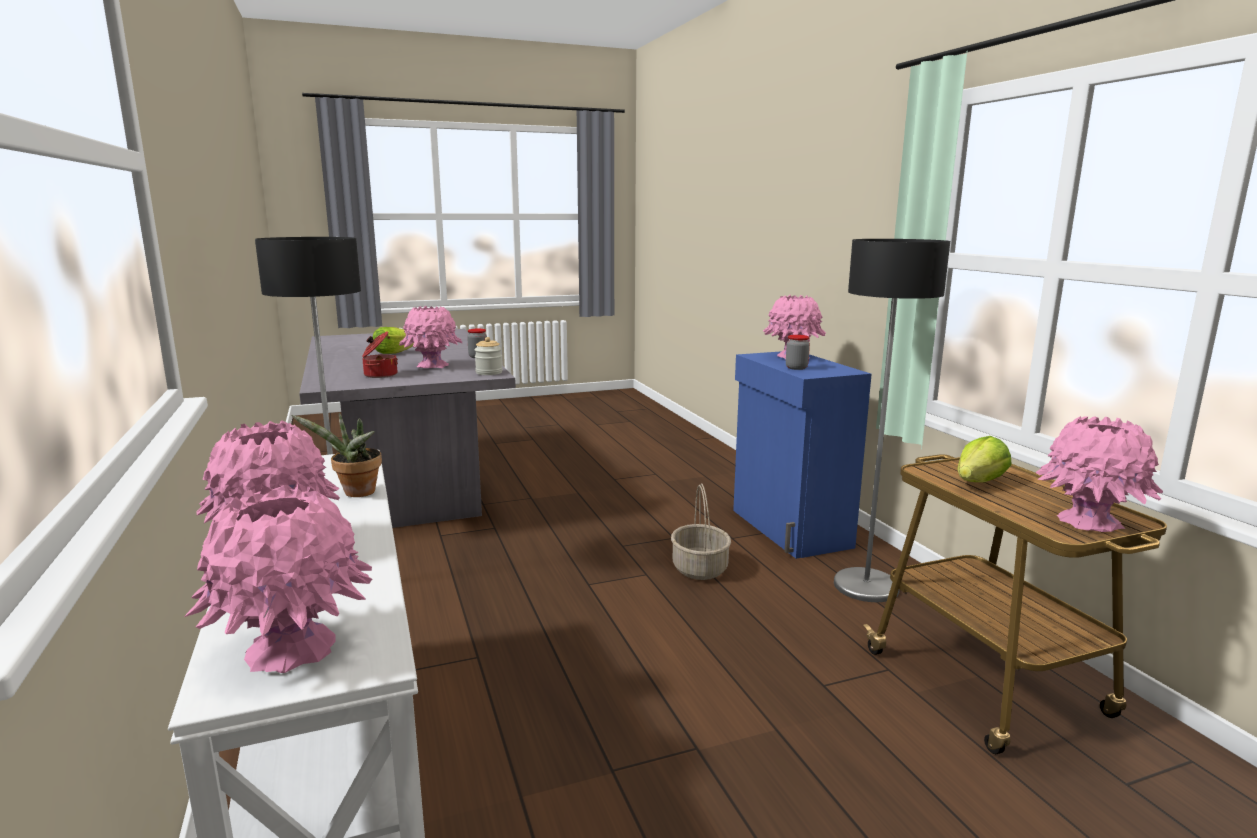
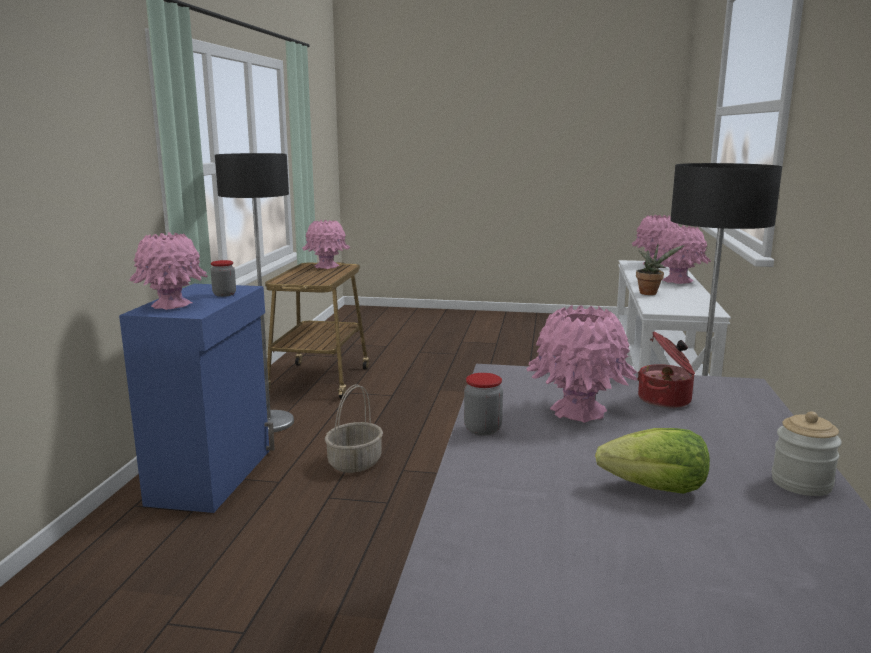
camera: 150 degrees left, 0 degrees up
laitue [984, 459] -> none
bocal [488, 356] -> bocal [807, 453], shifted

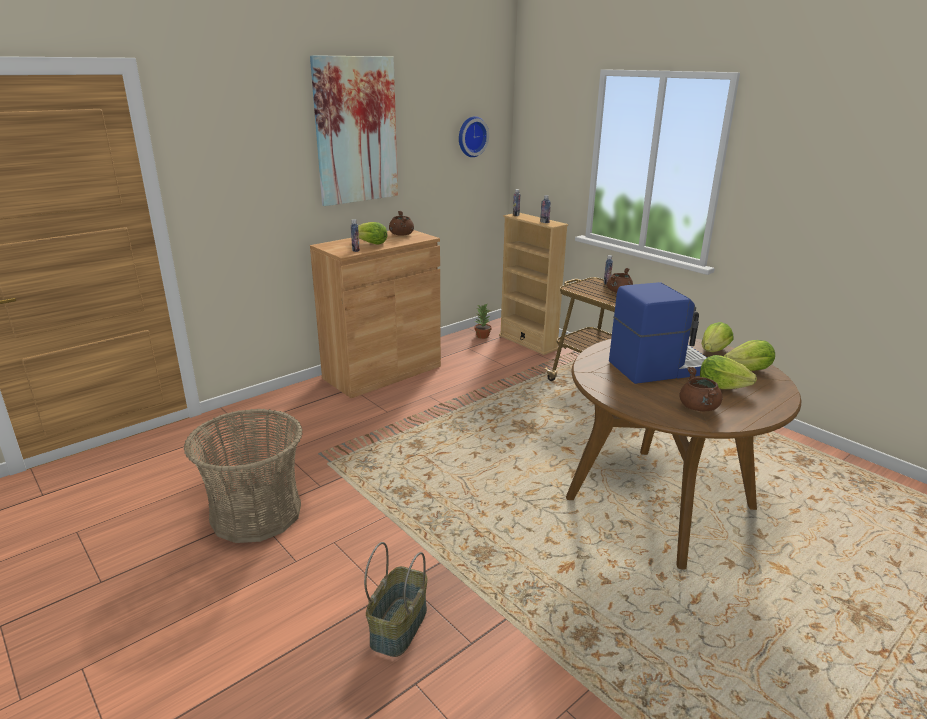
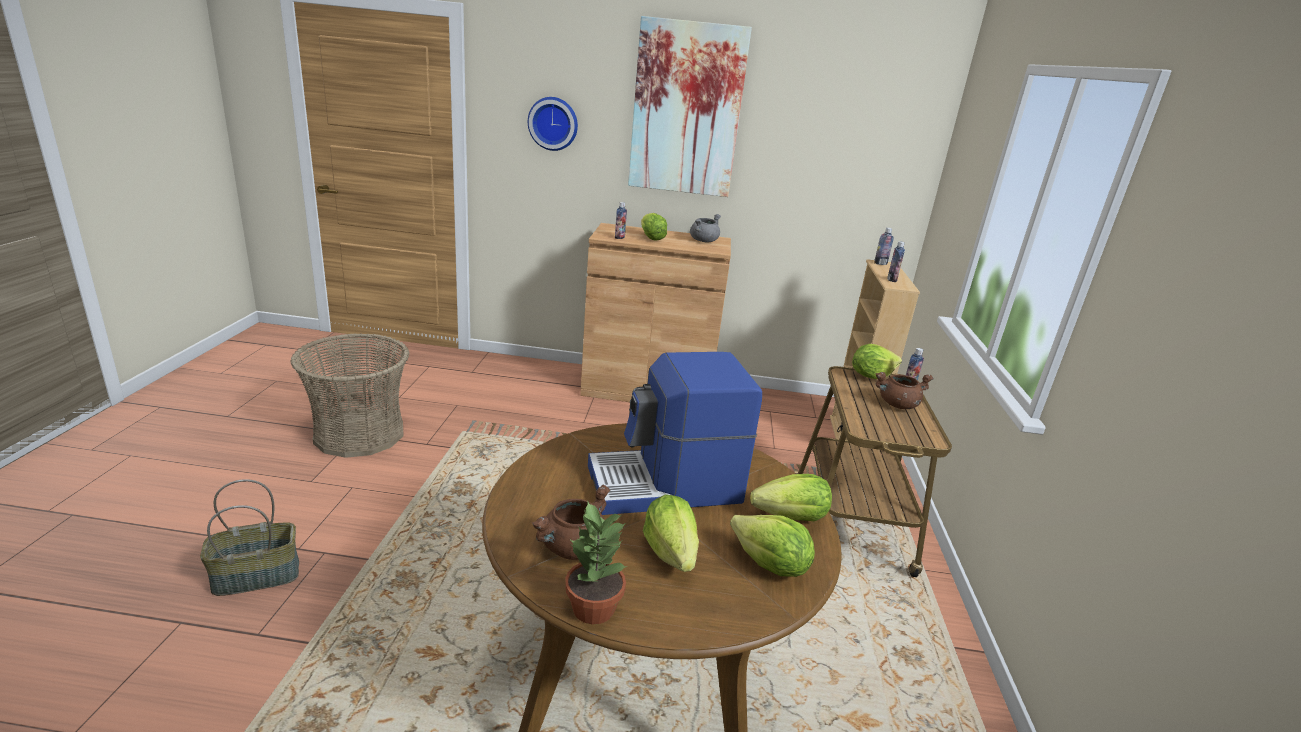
camera: 45 degrees right, 0 degrees up
none -> laitue [877, 361]
horloge murale [474, 136] -> horloge murale [553, 124], shifted
plante en pot [483, 321] -> plante en pot [596, 562], shifted
marmite (marron) [401, 223] -> marmite (gris) [705, 228]
machine à café [658, 333] -> machine à café [675, 433], 135 degrees clockwise

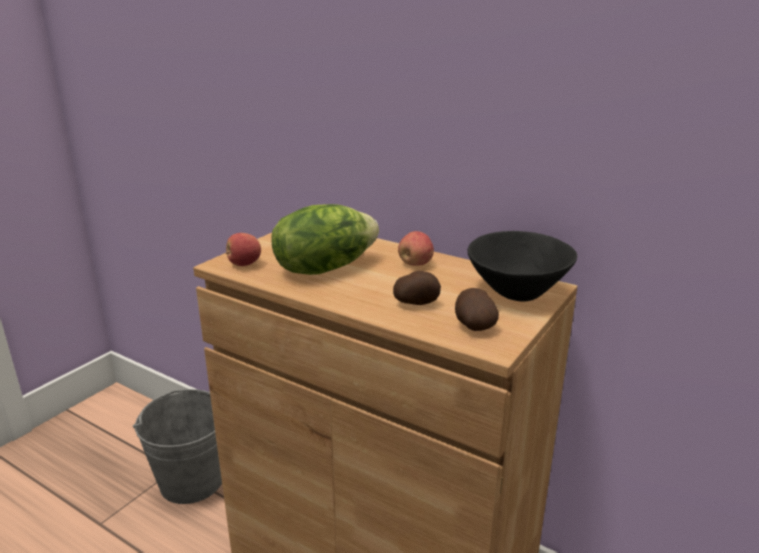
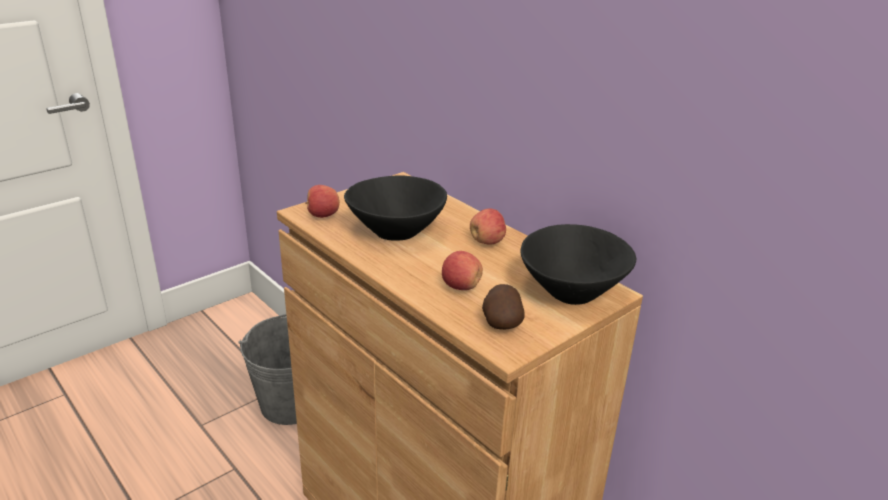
camera: 15 degrees right, 5 degrees up
laitue [325, 239] -> bol (noir) [395, 208]
pomme de terre [417, 288] -> pomme [462, 270]

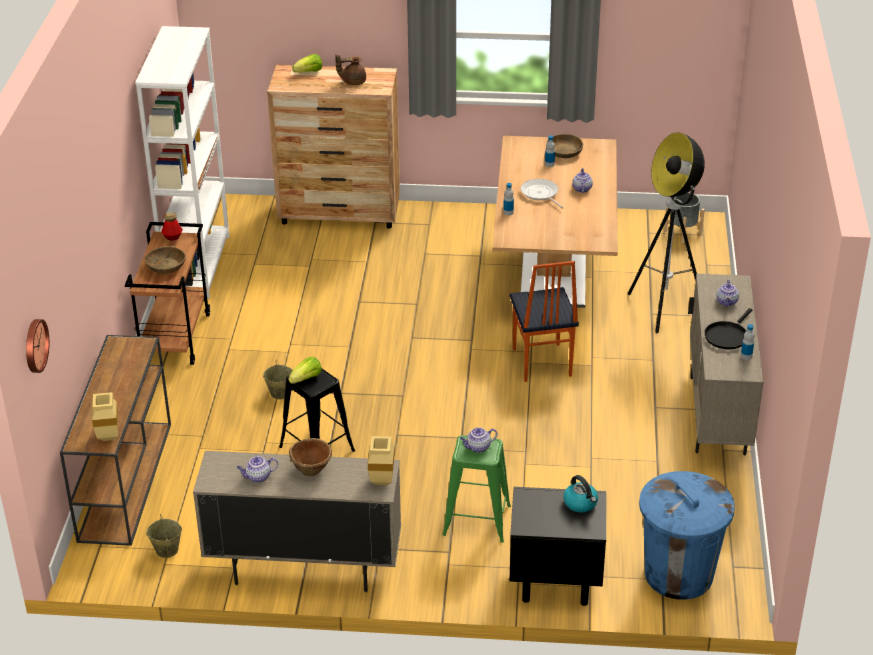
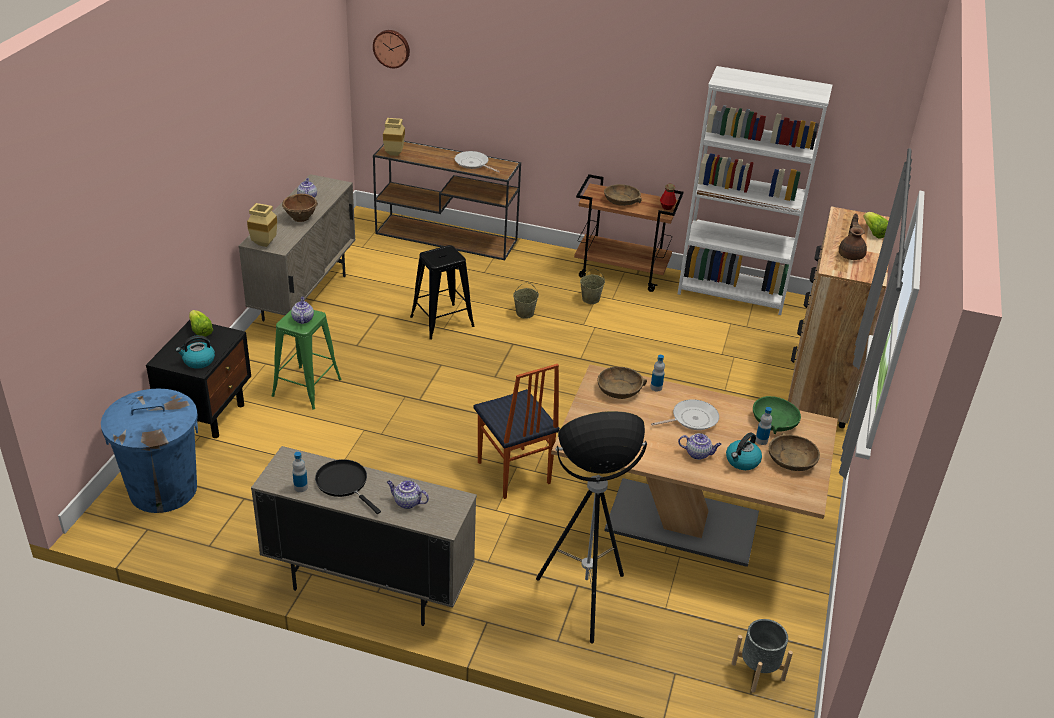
camera: 100 degrees right, 0 degrees up
none -> poêle [477, 162]
none -> bol (marron) [622, 383]
none -> bouilloire [744, 451]
none -> bol (vert) [777, 415]
seau (beige) [164, 536] -> seau (beige) [592, 286], shifted
laitue [305, 370] -> laitue [201, 323], shifted
chaise [544, 321] -> chaise [517, 431], 120 degrees counterclockwise

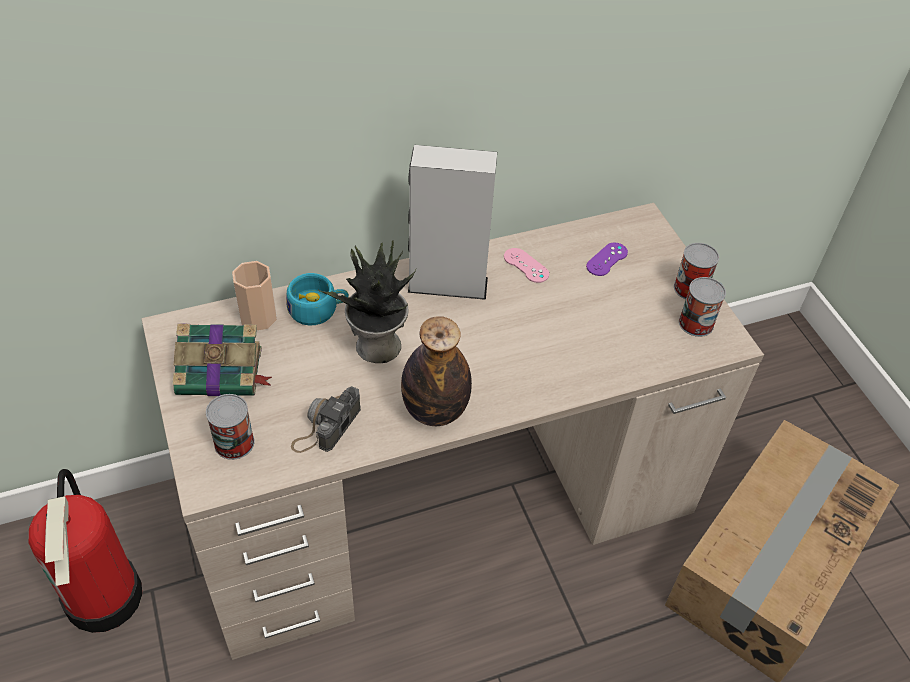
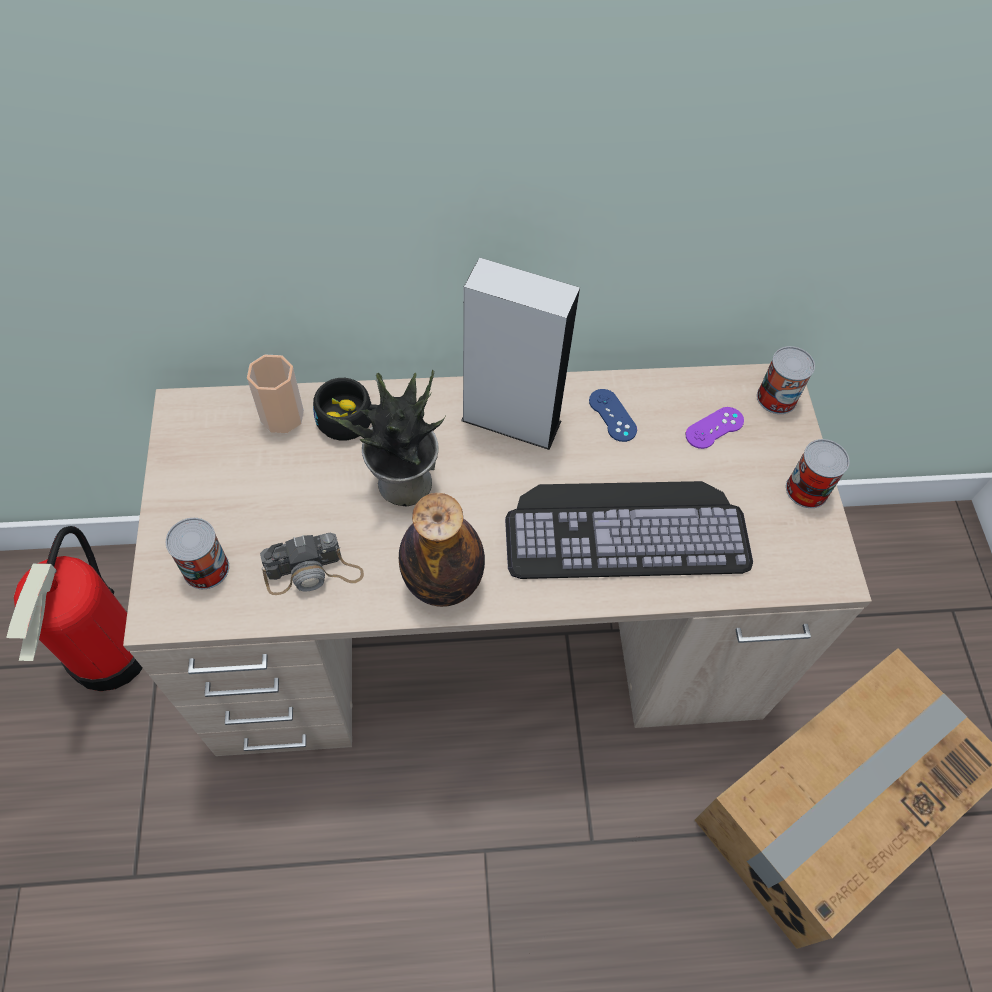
camera: 15 degrees right, 10 degrees up
livre [222, 360] -> none
none -> clavier [629, 530]
boîte métallique [702, 307] -> boîte métallique [786, 380], shifted
tasse (turquoise) [317, 299] -> tasse (noir) [345, 409]
manette (rose) [526, 265] -> manette (bleu) [613, 415]
appareil photo [326, 419] -> appareil photo [312, 564], 150 degrees counterclockwise

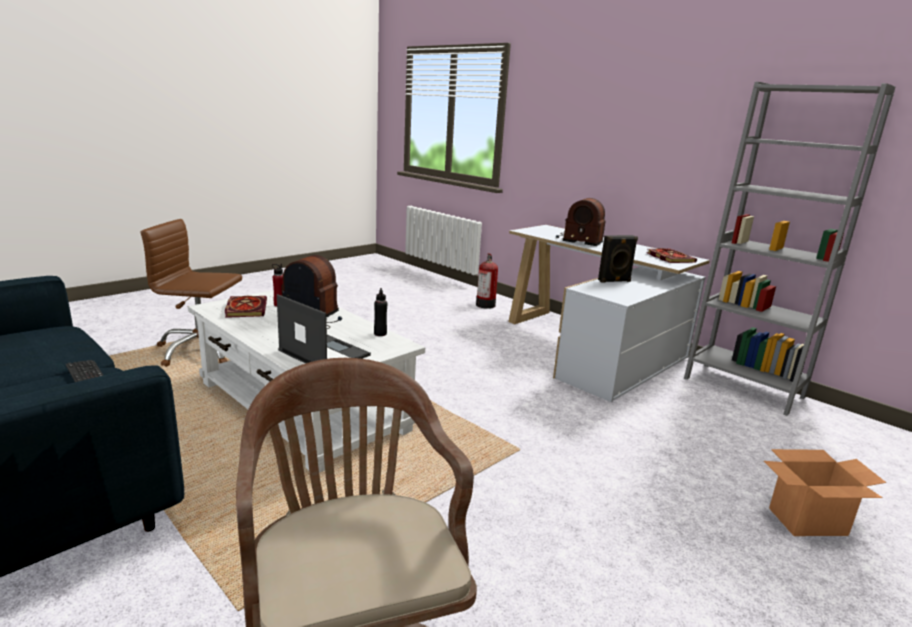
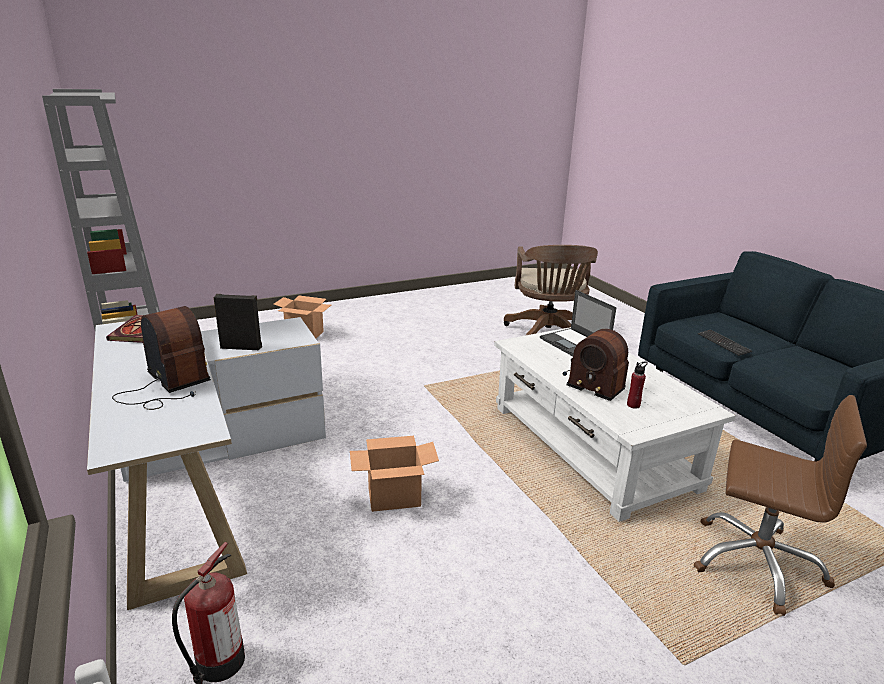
camera: 160 degrees left, 5 degrees up
livre [246, 307] -> none
bouteille (noir) [380, 312] -> none
none -> carton [394, 474]

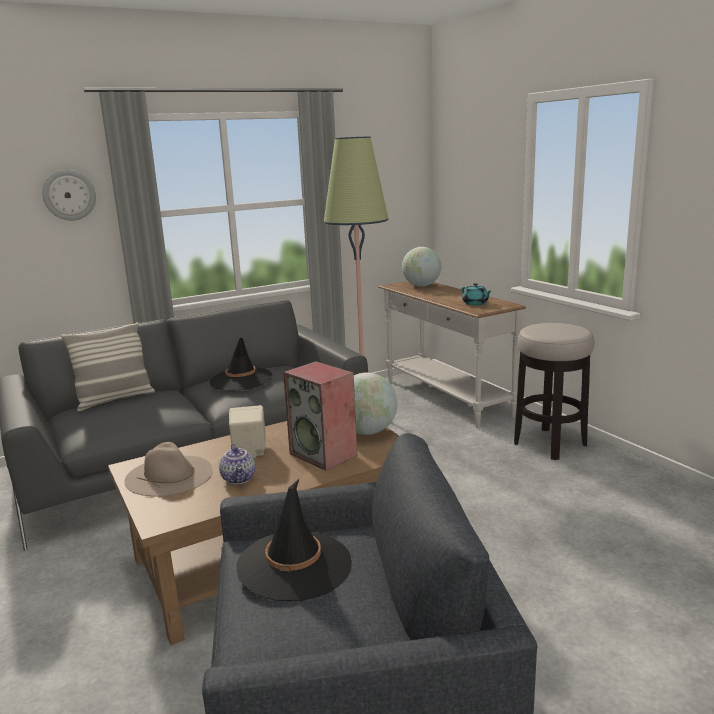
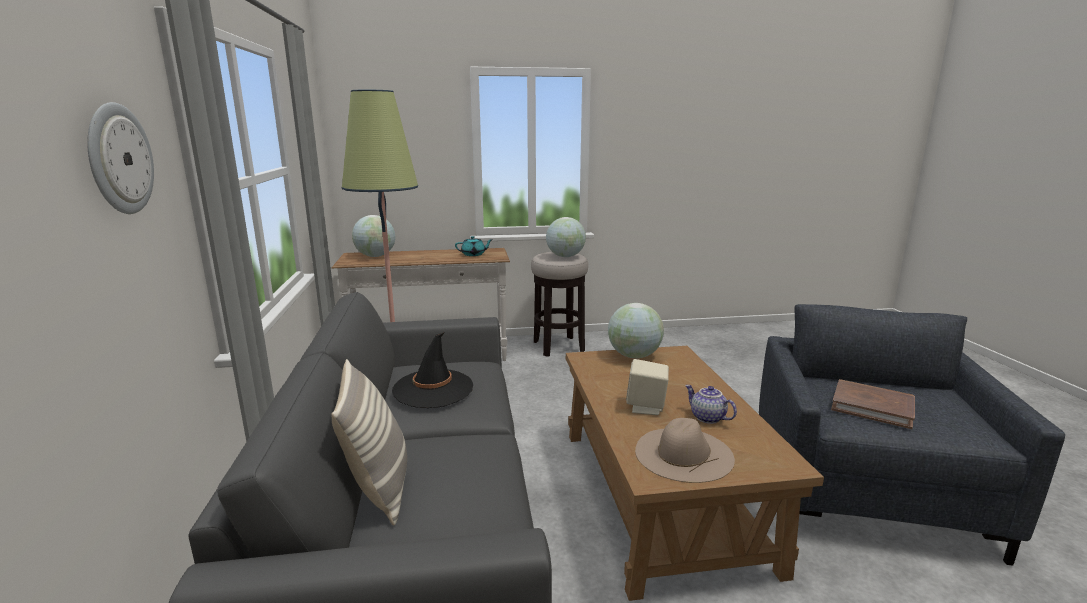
camera: 70 degrees left, 0 degrees up
enceinte [320, 416] -> none
none -> globe [566, 237]
chapeau (noir) [294, 540] -> livre (marron) [873, 404]
théière [237, 464] -> théière [711, 404], 135 degrees counterclockwise

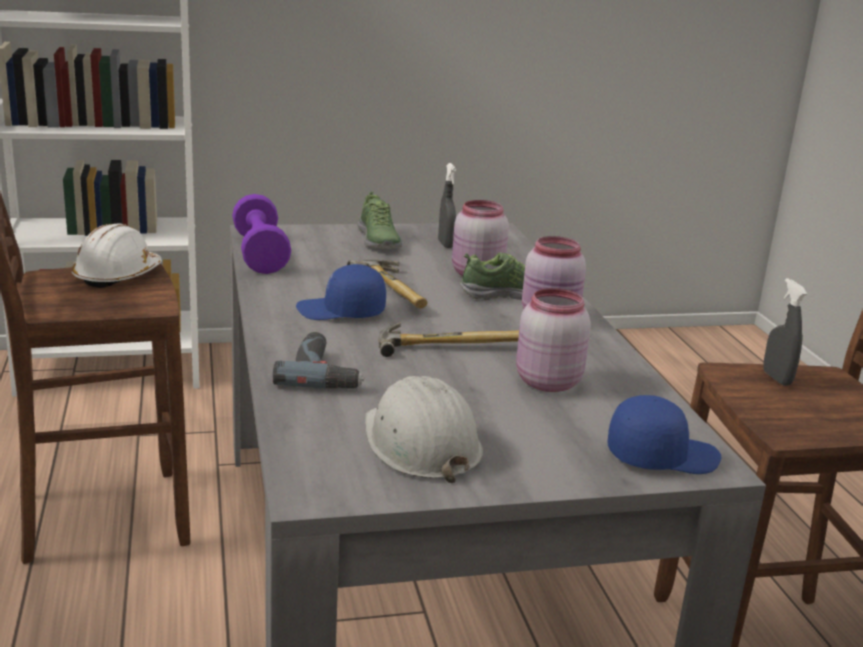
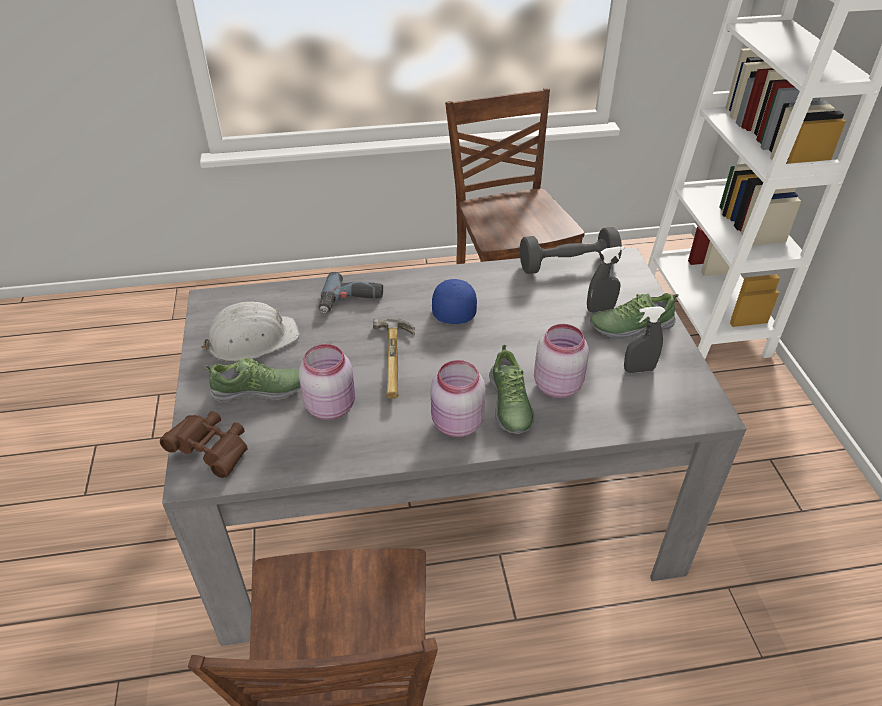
camera: 95 degrees right, 20 degrees up
casque de chantier (blanc) [117, 255] -> none
marteau [387, 284] -> none
none -> chaussure [252, 380]
vaporisateur (gris) [785, 332] -> vaporisateur (gris) [605, 279], shifted
casquette (bleu) [664, 434] -> jumelles (marron) [203, 444]
haltère (violet) [261, 234] -> haltère (gris) [571, 250]

